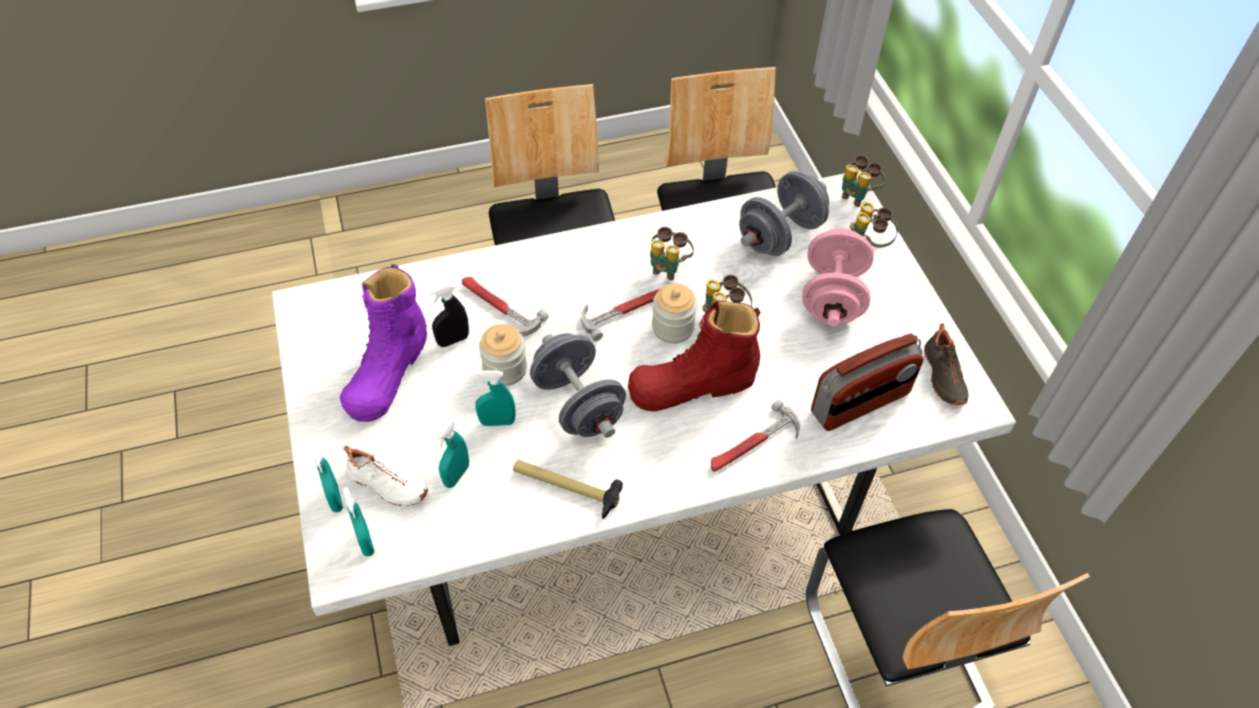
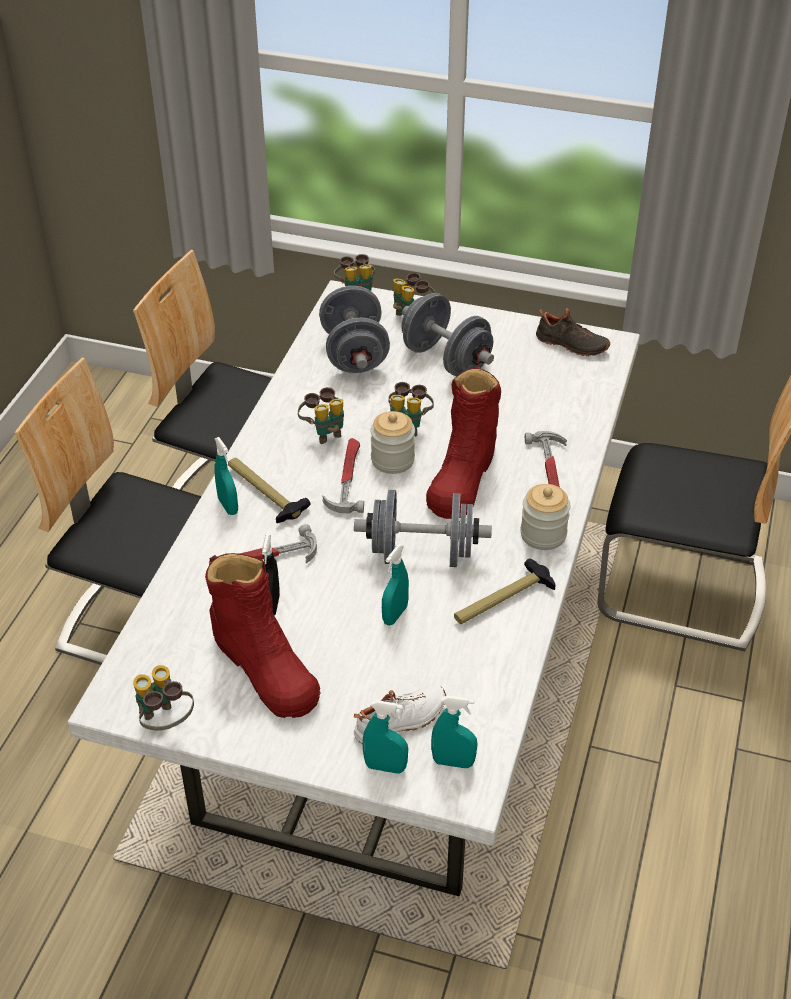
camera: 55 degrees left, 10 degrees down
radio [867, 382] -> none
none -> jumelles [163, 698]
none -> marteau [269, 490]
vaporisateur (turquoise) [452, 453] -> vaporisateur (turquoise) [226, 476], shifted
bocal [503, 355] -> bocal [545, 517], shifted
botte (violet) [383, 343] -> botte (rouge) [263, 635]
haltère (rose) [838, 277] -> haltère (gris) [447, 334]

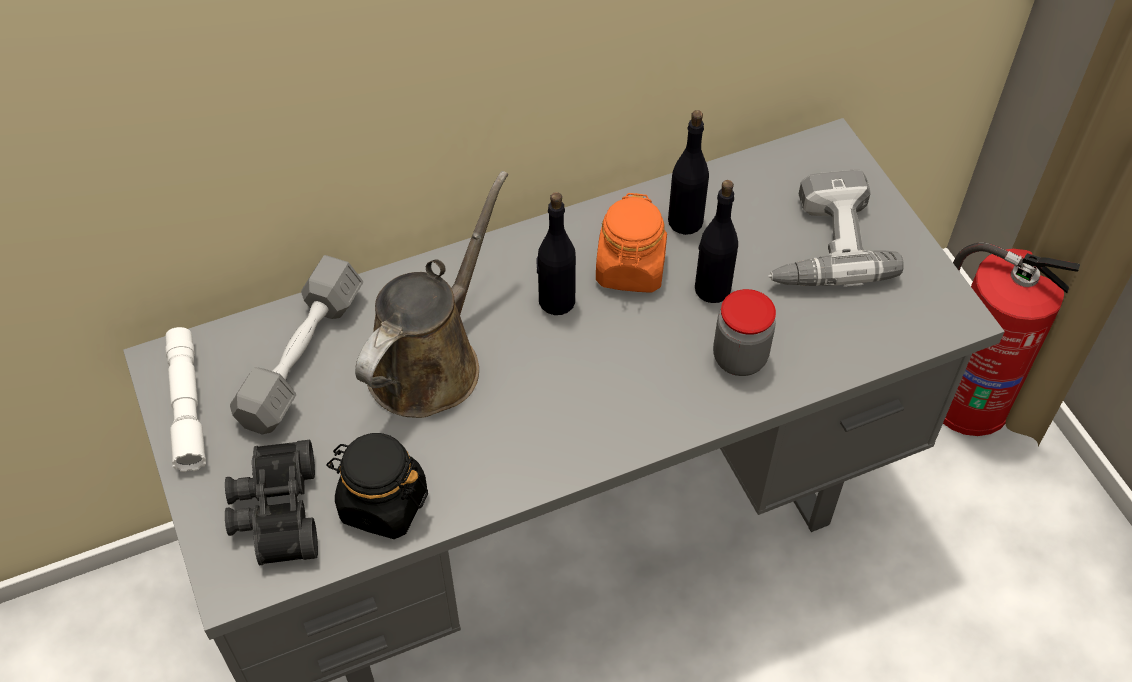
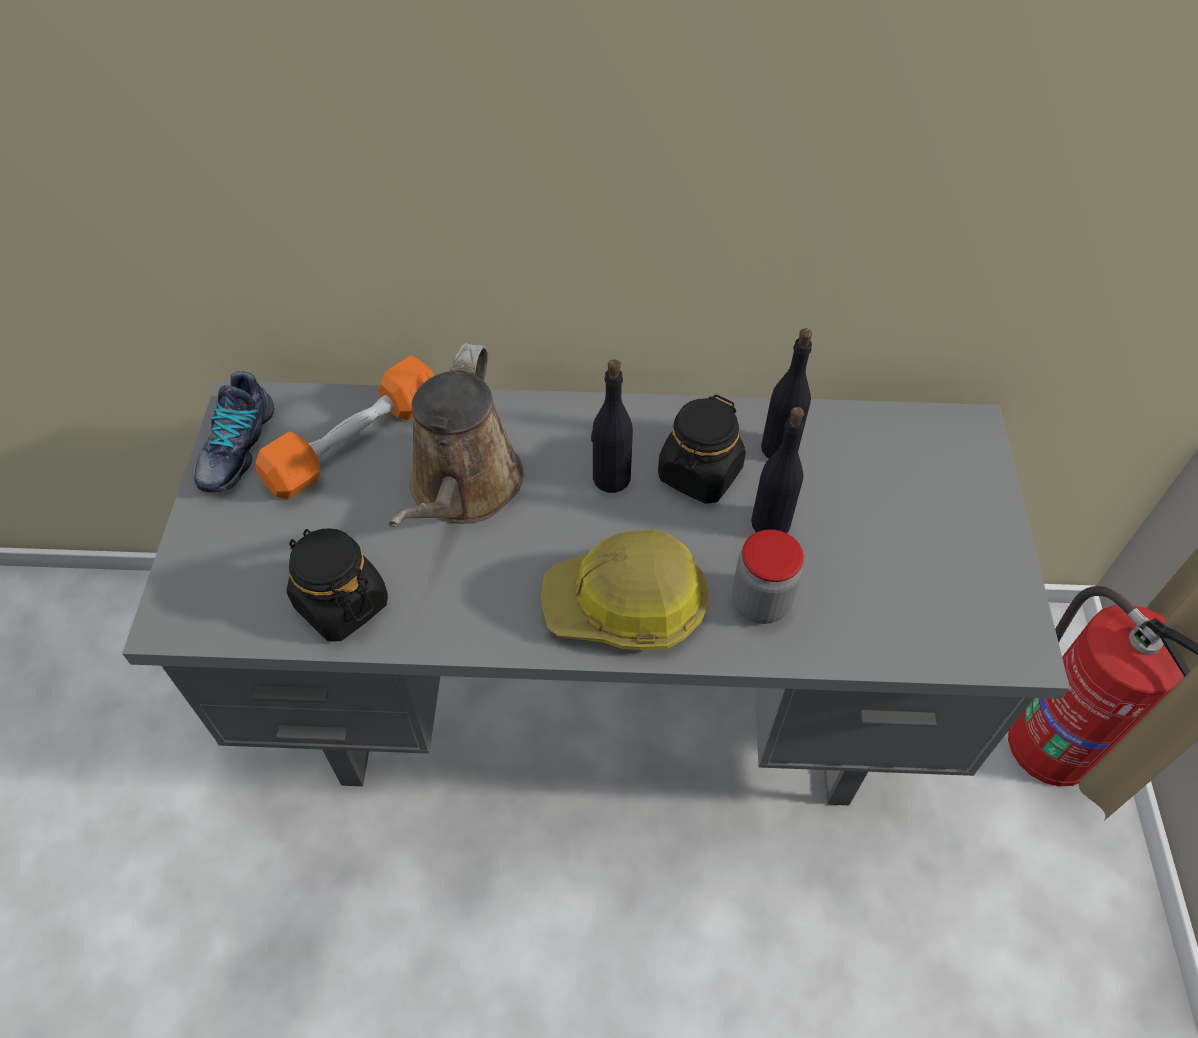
camera: 25 degrees right, 0 degrees up
jumelles (noir) [271, 503] -> none
perceuse [836, 228] -> none
none -> casque de chantier [625, 589]
lampe de poche (blanc) [185, 399] -> chaussure [233, 431]
haltère (gris) [296, 344] -> haltère (orange) [344, 427]
bocal (orange) [631, 243] -> bocal (noir) [702, 449]
arrosoir (marron) [431, 294] -> arrosoir (marron) [456, 435], 135 degrees clockwise

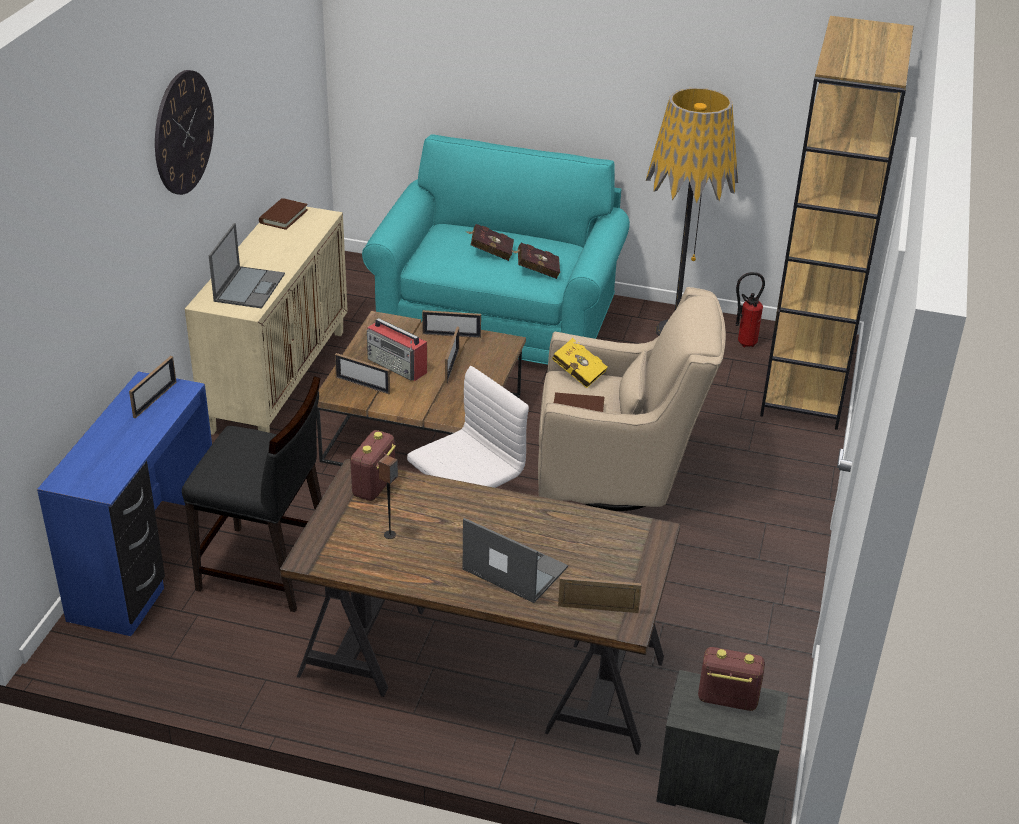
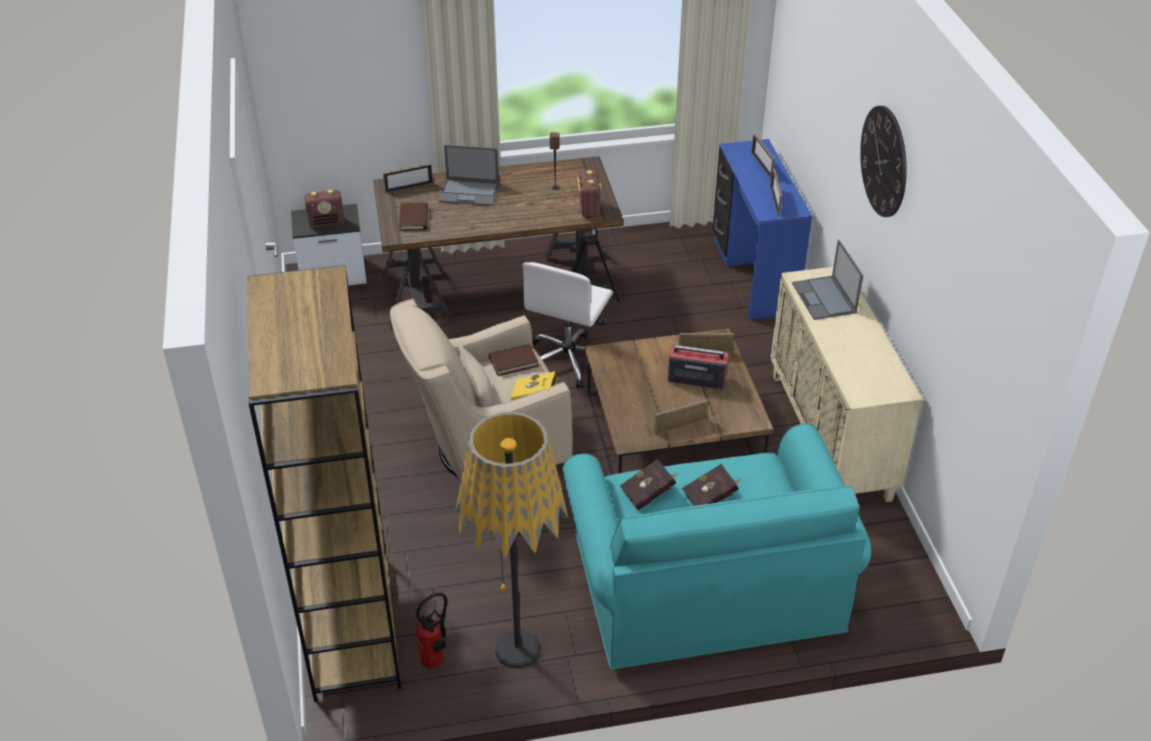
camera: 155 degrees right, 5 degrees up
chaise (noir) [252, 494] -> none
livre (marron) [283, 214] -> livre (marron) [413, 216], shifted
cadre photo [452, 355] -> cadre photo [762, 156], shifted

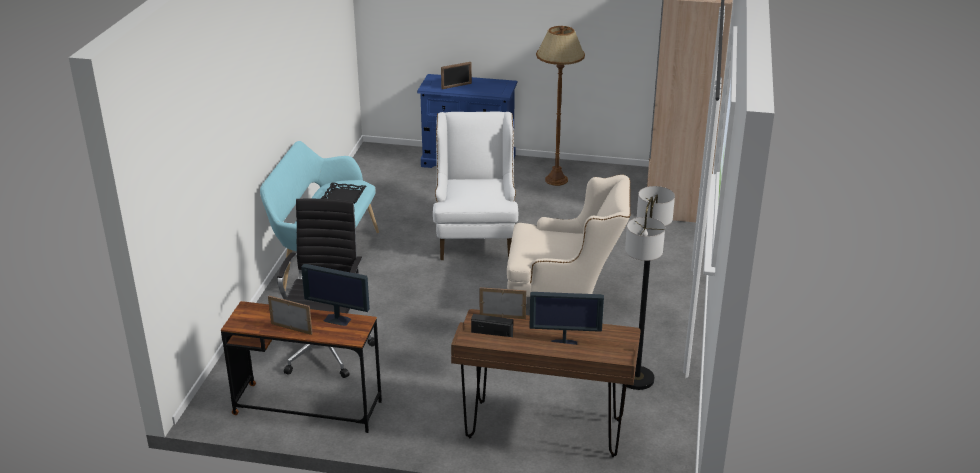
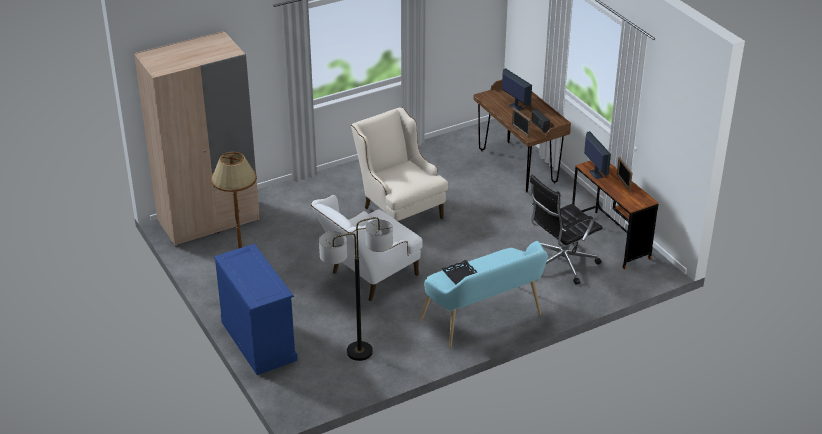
camera: 130 degrees left, 5 degrees up
cadre photo [456, 75] -> none
lampadaire [650, 288] -> lampadaire [356, 289], shifted

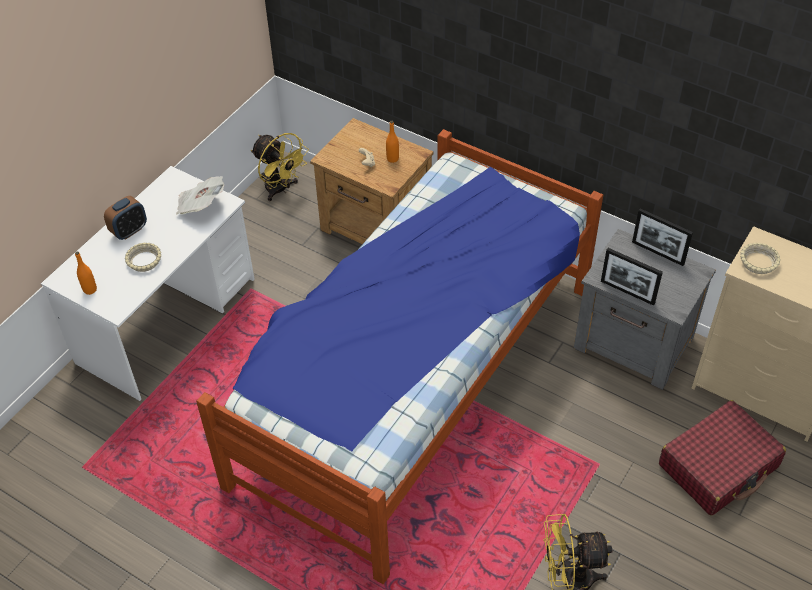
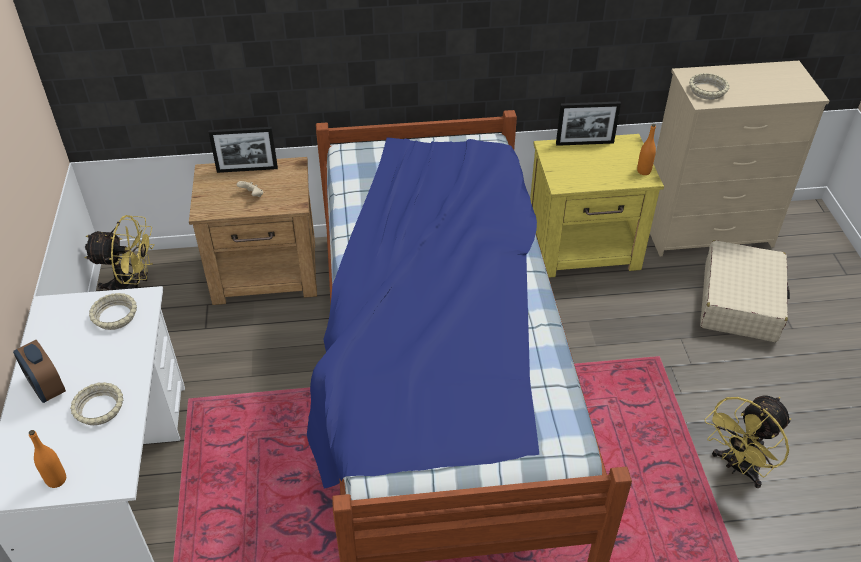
camera: 40 degrees left, 5 degrees down
bouteille (orange) [392, 142] -> bouteille (orange) [646, 149], shifted
cadre photo [632, 277] -> cadre photo [243, 150], shifted
journal [200, 195] -> bol (beige) [113, 311]
table de chevet (gris) [645, 309] -> table de chevet (jaune) [597, 206]
valise (rouge) [722, 458] -> valise (beige) [745, 291]
réveil [125, 218] -> réveil [39, 371], 135 degrees clockwise

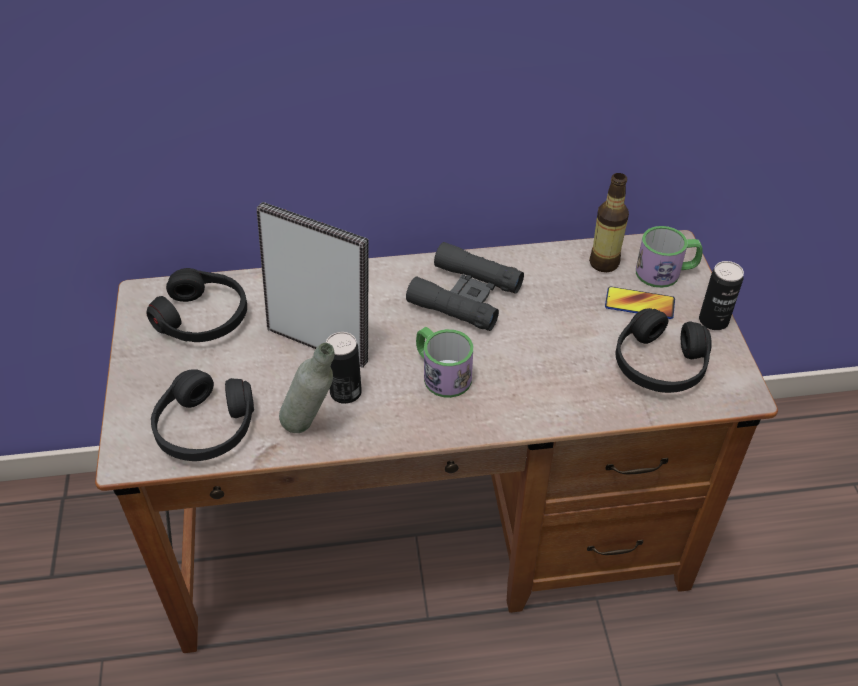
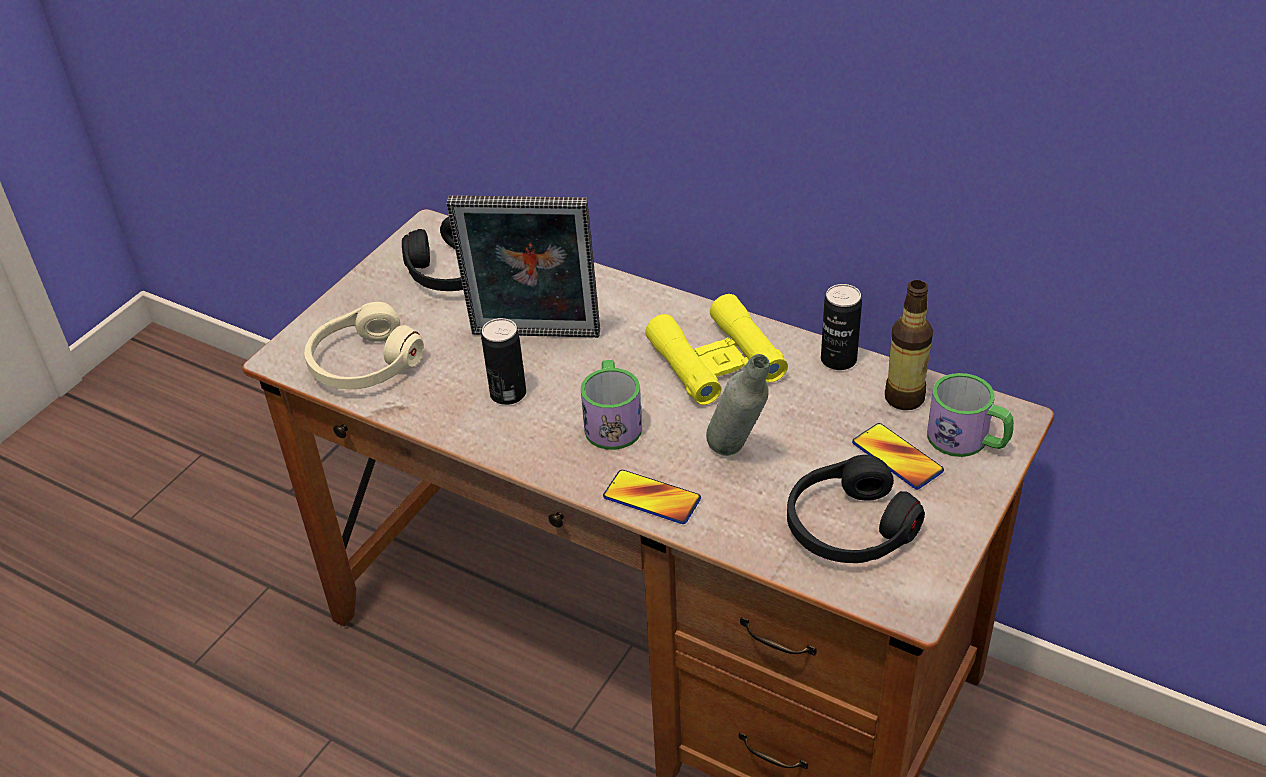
camera: 40 degrees right, 5 degrees down
none -> téléphone [652, 497]
bouteille (gris) [306, 388] -> bouteille (gris) [738, 405], shifted
boîte métallique [721, 295] -> boîte métallique [841, 327], shifted
casque audio (noir) [202, 415] -> casque audio (beige) [364, 345]
jumelles (noir) [465, 286] -> jumelles (jaune) [716, 349]
cadre photo [313, 285] -> cadre photo [523, 266], 120 degrees clockwise

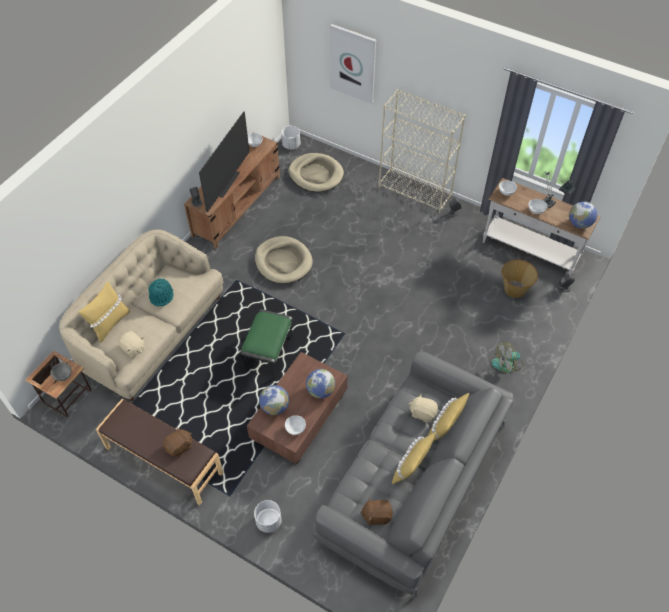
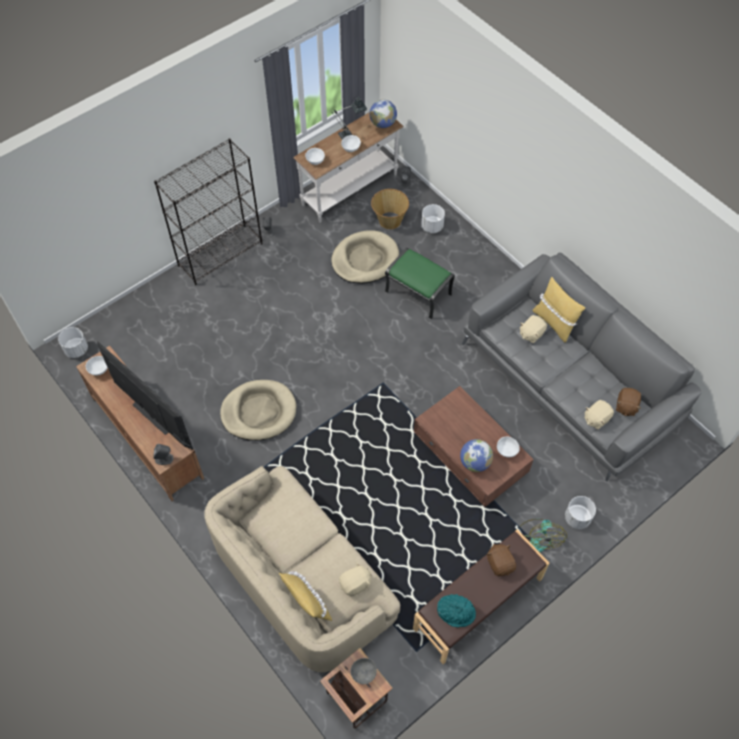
camera: 70 degrees left, 5 degrees up
globe [320, 384] -> none
tableau [353, 64] -> none
coussin (jaune) [414, 458] -> none
none -> cache-pot (blanc) [433, 218]
none -> peluche (beige) [599, 414]
chapeau (turquoise) [160, 292] -> chapeau (turquoise) [456, 610], shifted
pouf (vert) [266, 344] -> pouf (vert) [420, 283], shifted
panier pour chien (beige) [316, 172] -> panier pour chien (beige) [365, 257], shifted
ventilateur [507, 357] -> ventilateur [543, 535], shifted
bibliothèque (beige) [422, 151] -> bibliothèque (noir) [208, 212]

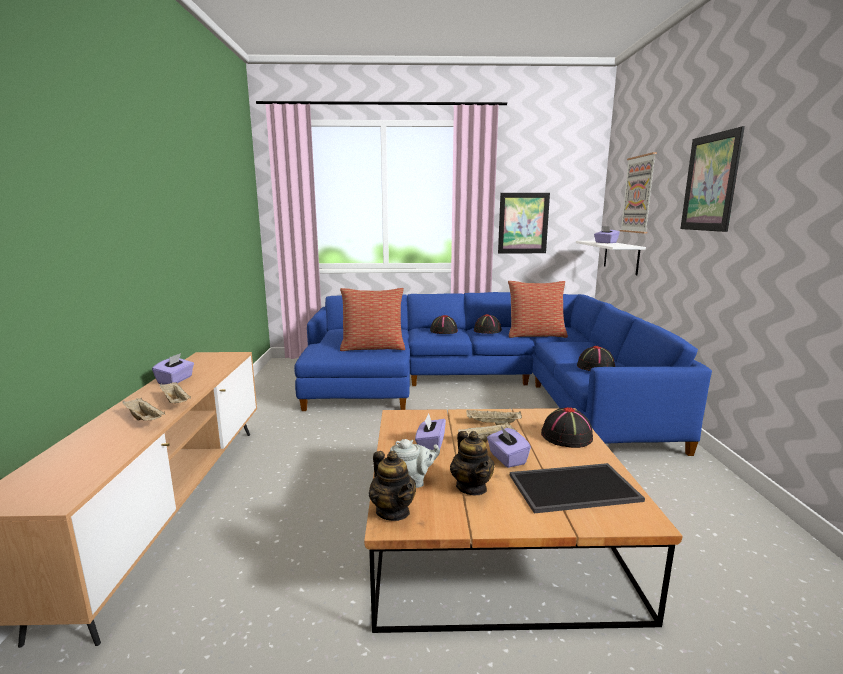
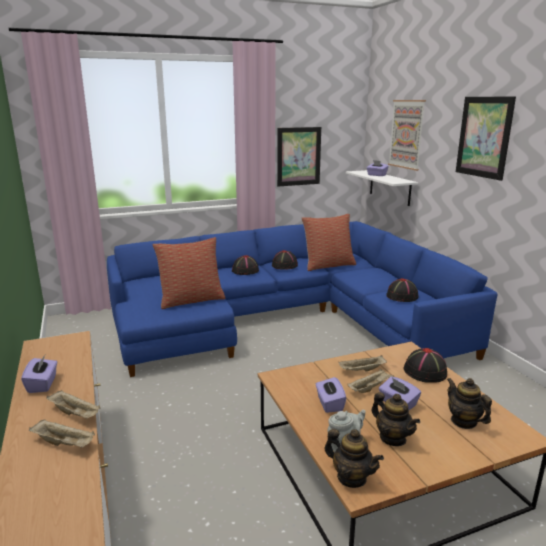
camera: 20 degrees left, 5 degrees up
plateau [577, 488] -> théière [469, 403]

